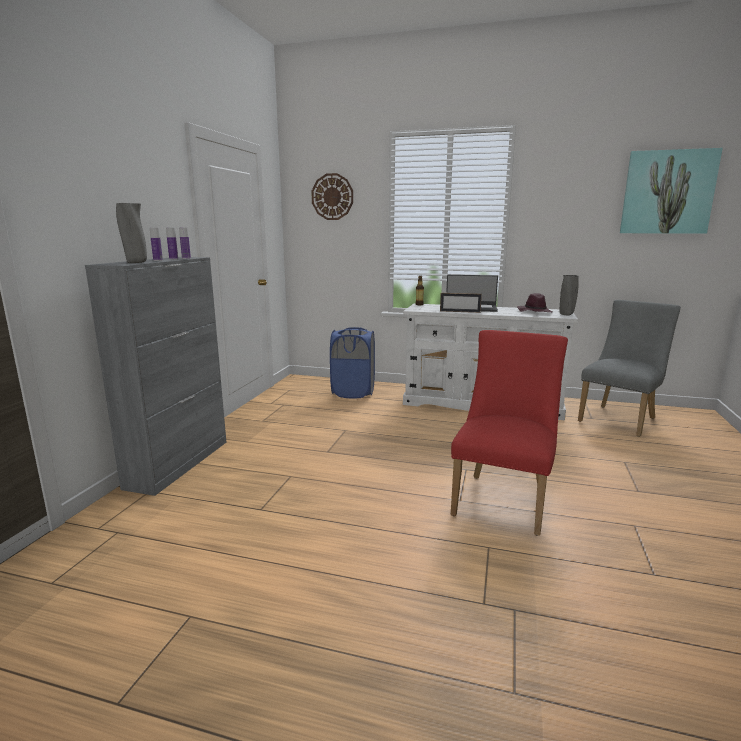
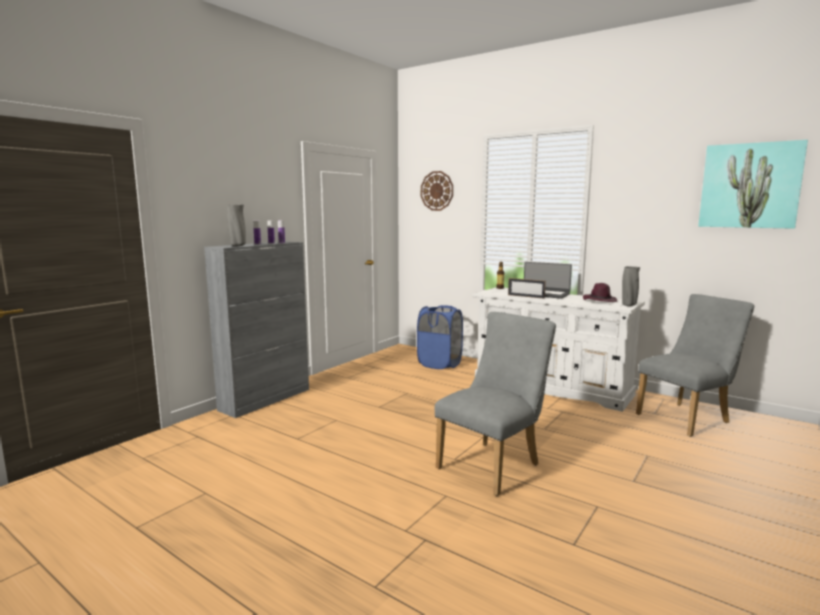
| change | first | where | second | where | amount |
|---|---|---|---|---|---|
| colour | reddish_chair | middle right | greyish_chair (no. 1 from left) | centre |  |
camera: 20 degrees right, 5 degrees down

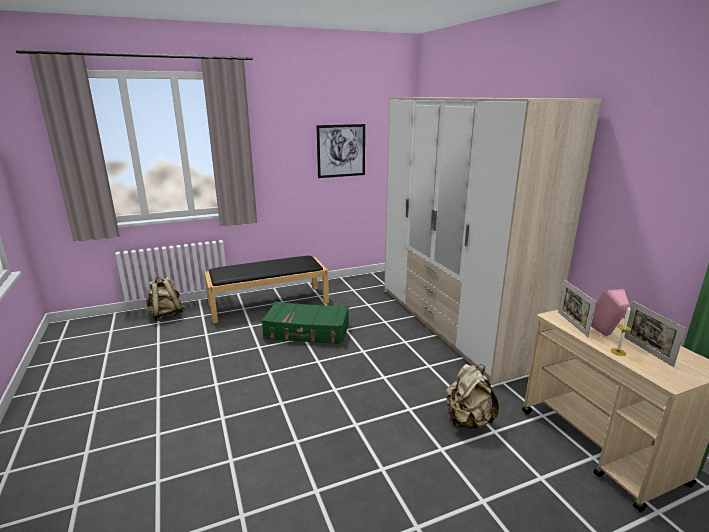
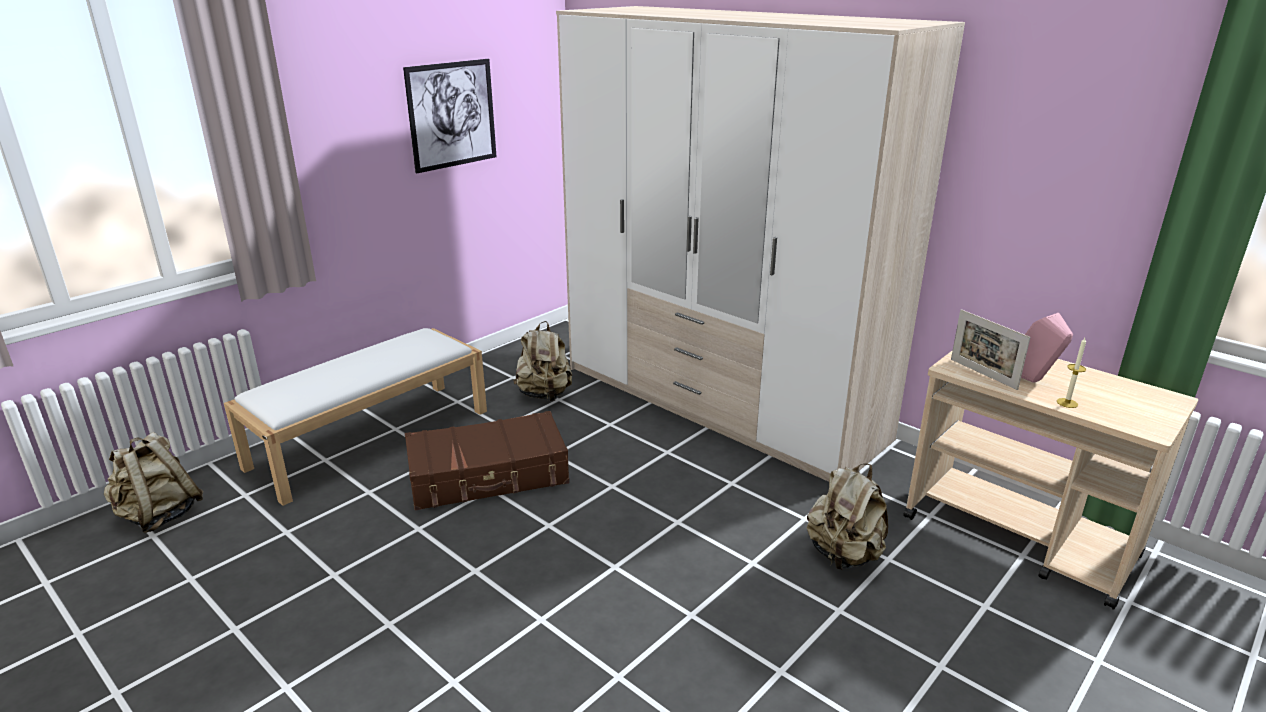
| change | first | where | second | where | amount |
|---|---|---|---|---|---|
| colour | black_bench | centre | whitish_bench | middle left |  |
| colour | greenish_suitcase | centre | brown-coloured_suitcase | centre |  |
| missing | picture_frame (no. 2 from left) | middle right |  |  |  |
| appeared |  |  | beige-coloured_knapsack (no. 2 from left) | centre |  |
camera: 25 degrees left, 5 degrees up

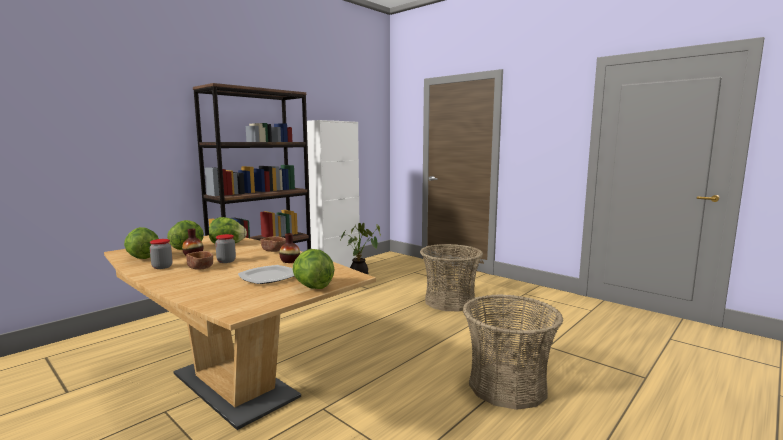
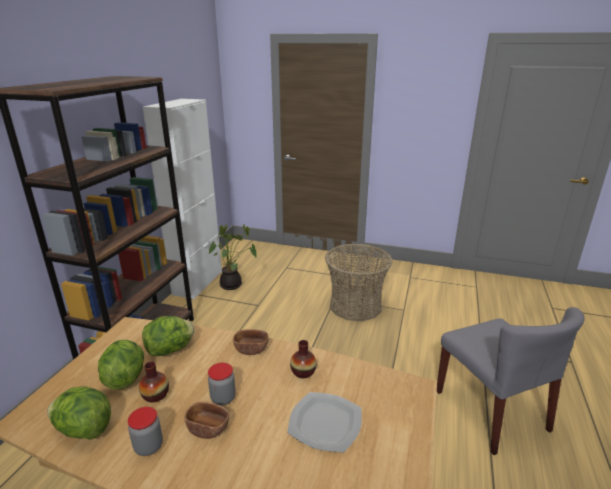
| change | first | where | second | where | amount |
|---|---|---|---|---|---|
| missing | lettuce (no. 4 from left) | centre |  |  |  |
| exchanged | household_basket (no. 2 from left) | bottom centre | greyish_chair | bottom right |  |
camera: 25 degrees left, 15 degrees up

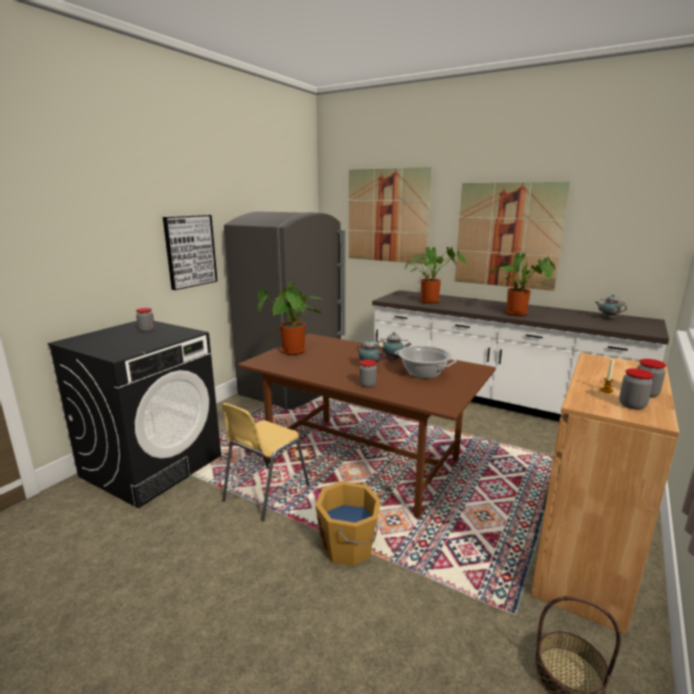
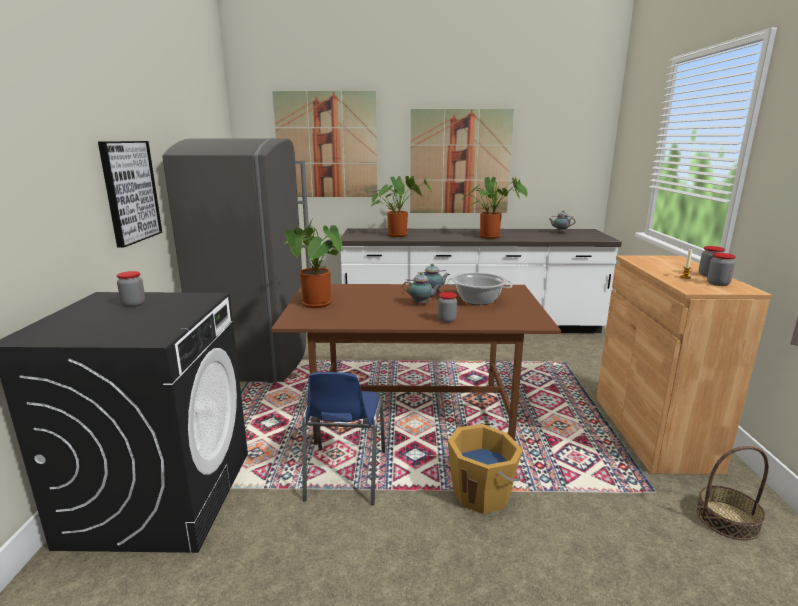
| change | first | where | second | where | amount |
|---|---|---|---|---|---|
| colour | yellow_chair | centre | blue_chair | bottom centre |  |
camera: 30 degrees left, 0 degrees up

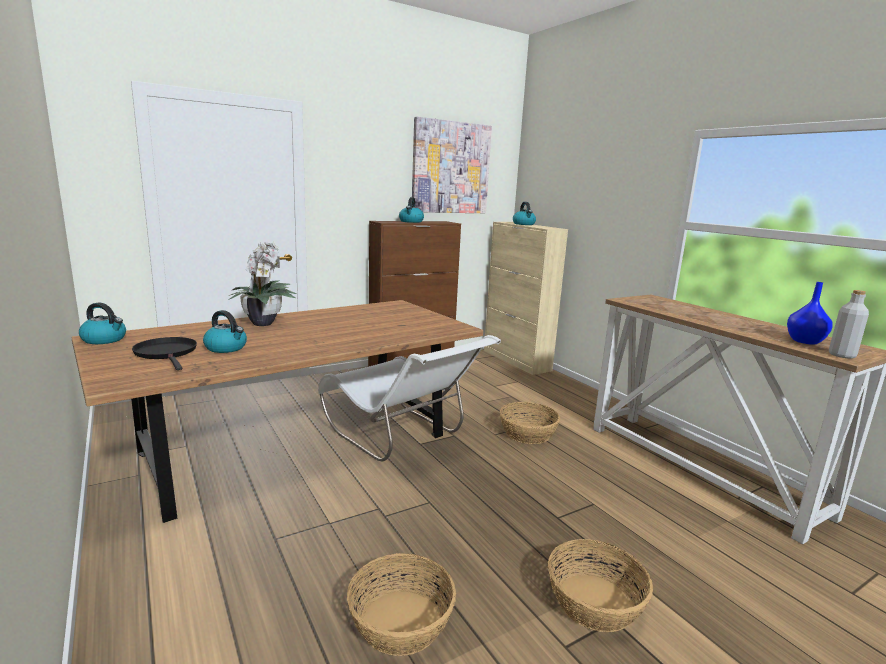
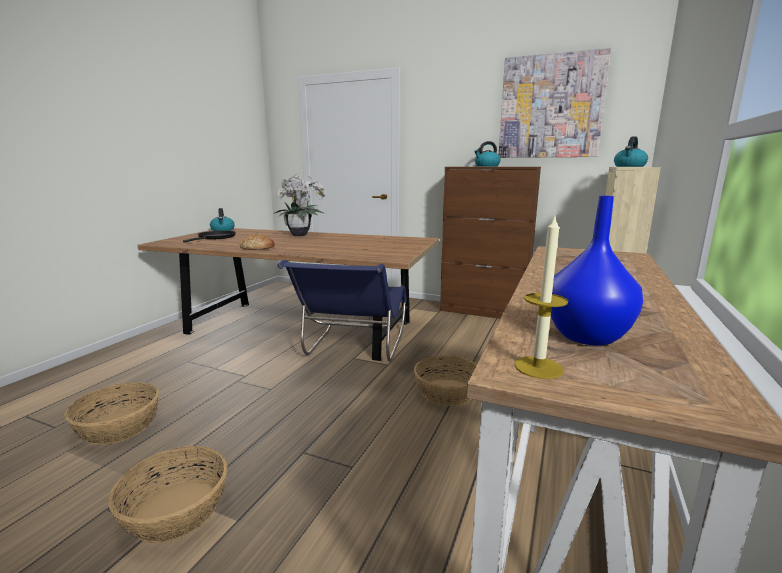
| change | first | where | second | where | amount |
|---|---|---|---|---|---|
| missing | kettle (no. 2 from left) | middle left |  |  |  |
| colour | whitish_chair | centre | blue_chair | centre |  |
| exchanged | greyish_bottle | middle right | wax_candle | middle right |  |
| appeared |  |  | bread | middle left |  |
camera: 55 degrees right, 0 degrees up

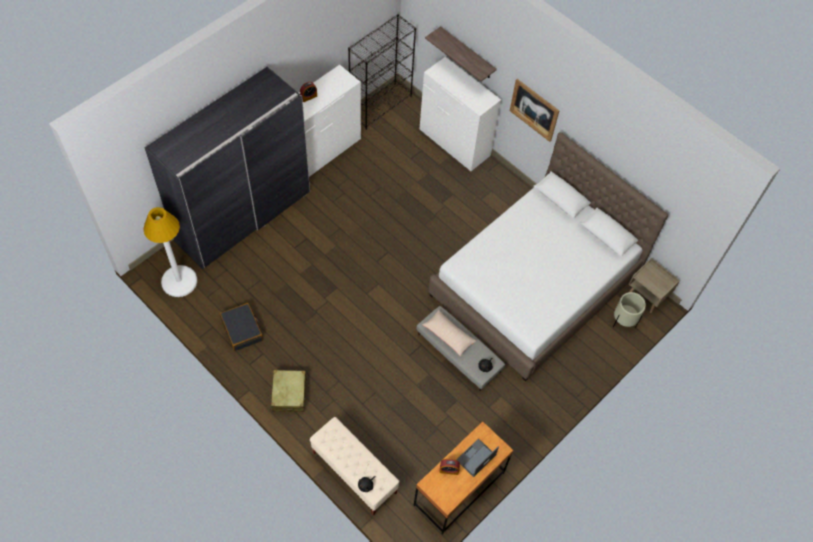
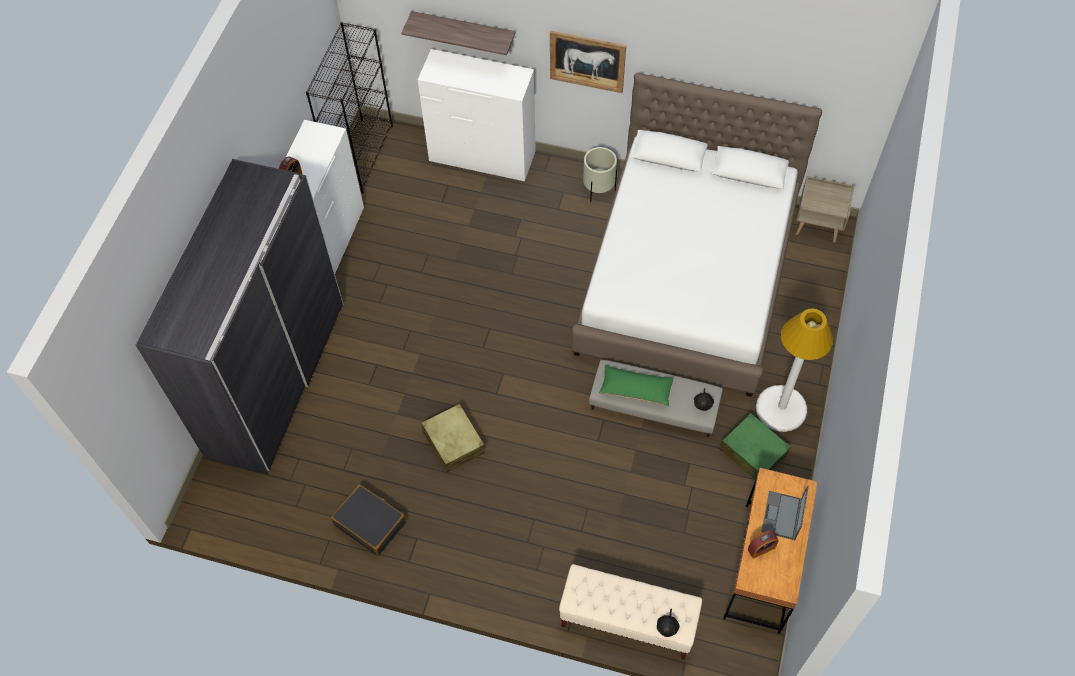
| change | first | where | second | where | amount |
|---|---|---|---|---|---|
| relocated | whitish_floor_lamp | middle left |  | middle right |  |
| relocated | beige-coloured_suitcase | bottom centre |  | centre |  |
| colour | beige-coloured_throw_pillow | centre | greenish_throw_pillow | centre |  |
| relocated | beige-coloured_flower_pot | middle right |  | top centre |  |
| appeared |  |  | greenish_suitcase | middle right |  |
camera: 25 degrees left, 0 degrees up

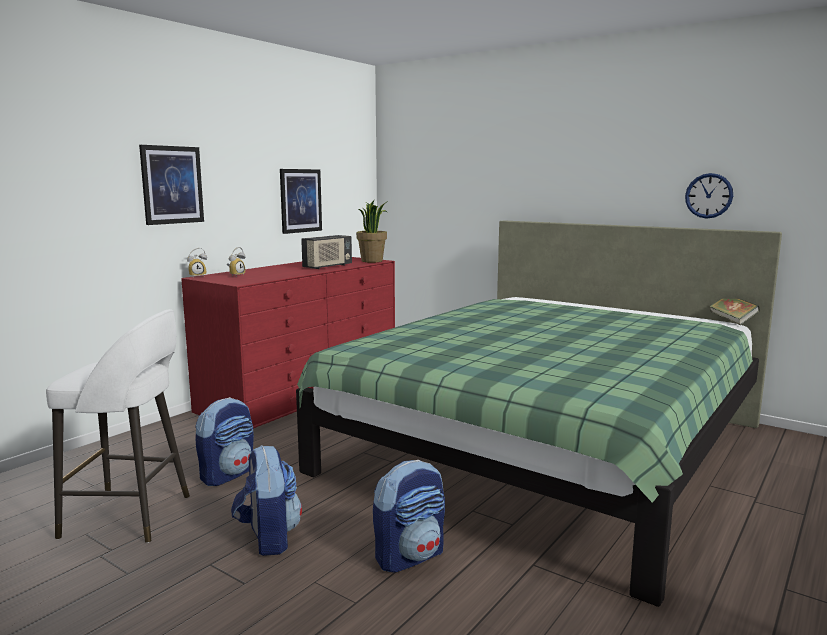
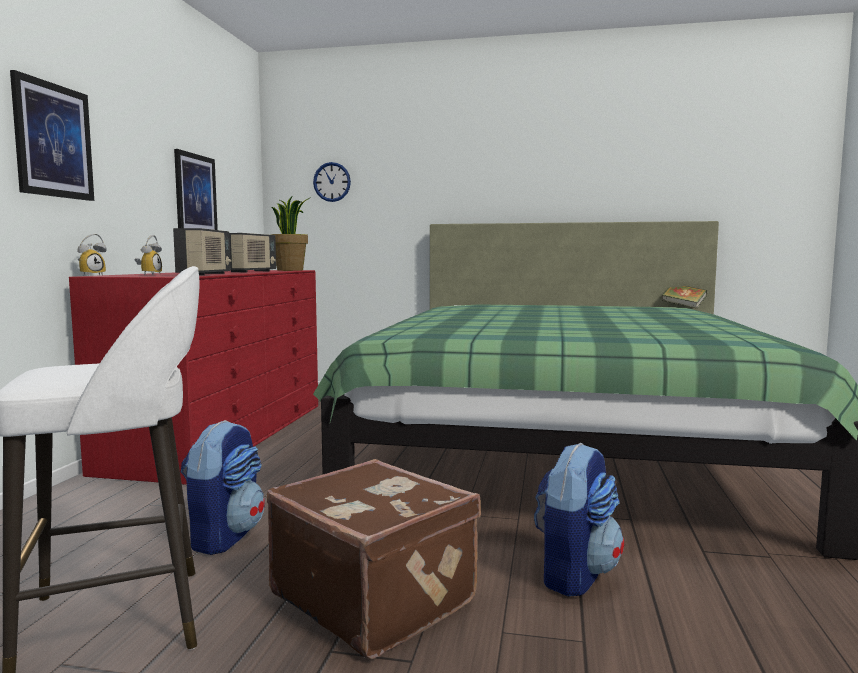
| change | first | where | second | where | amount |
|---|---|---|---|---|---|
| exchanged | knapsack (no. 2 from left) | bottom left | brown-coloured_suitcase | bottom centre |  |
| relocated | wall_clock | top right |  | top centre |  |
| appeared |  |  | radio_receiver (no. 1 from left) | middle left |  |
camera: 25 degrees left, 5 degrees down

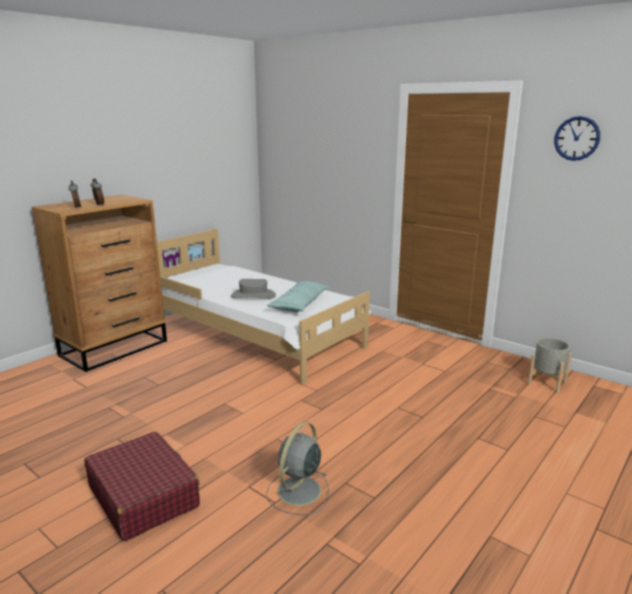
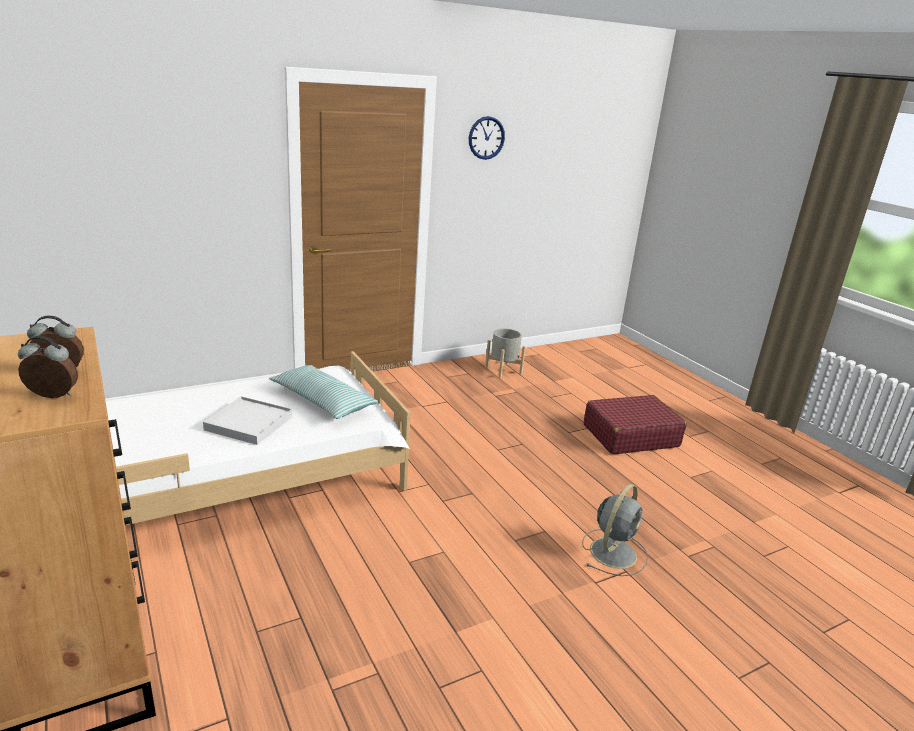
| change | first | where | second | where | amount |
|---|---|---|---|---|---|
| relocated | reddish_suitcase | bottom left |  | middle right |  |
| exchanged | greyish_hat | centre | whitish_tray | middle left |  |
| spun | greyish_electric_fan | bottom centre |  | bottom right | 105 degrees counterclockwise |
camera: 70 degrees left, 5 degrees up

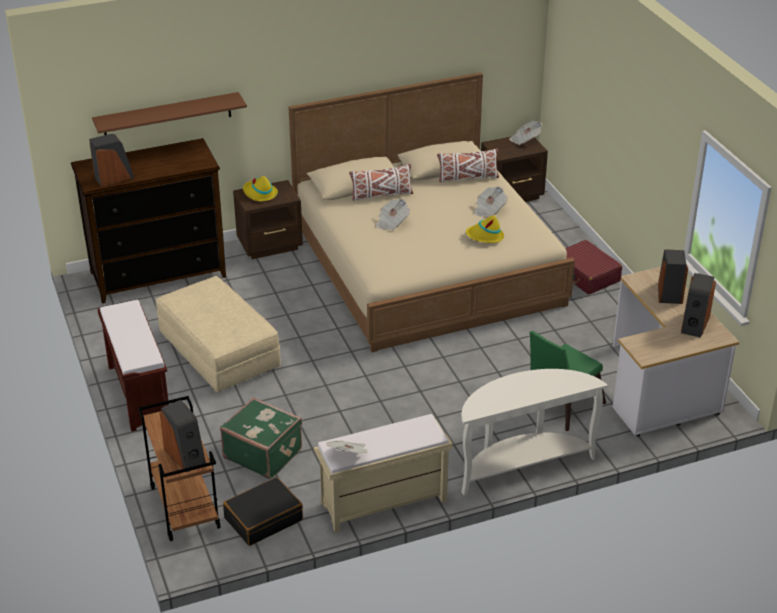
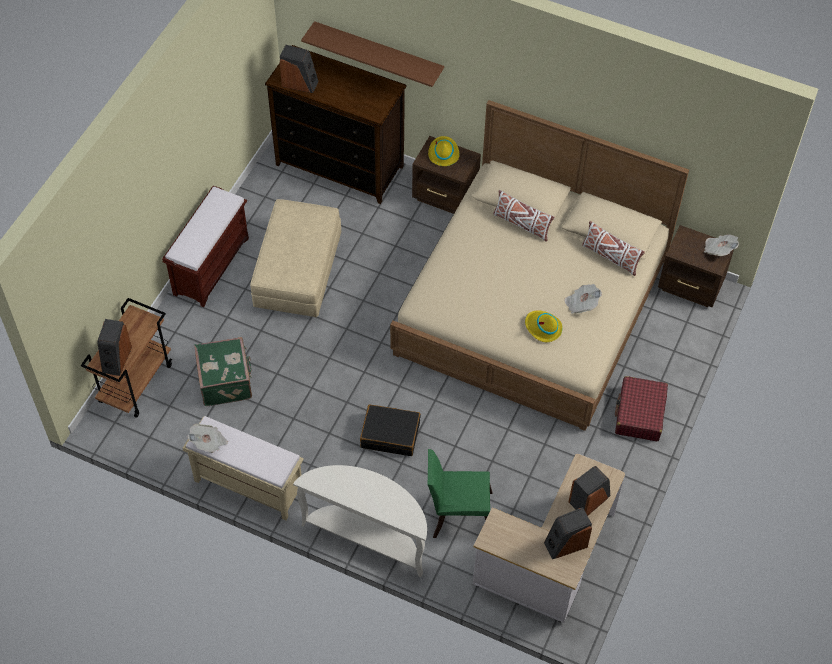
| change | first | where | second | where | amount |
|---|---|---|---|---|---|
| relocated | black_suitcase | bottom centre |  | centre |  |
| missing | printed_paper (no. 2 from left) | centre |  |  |  |
camera: 45 degrees right, 20 degrees up

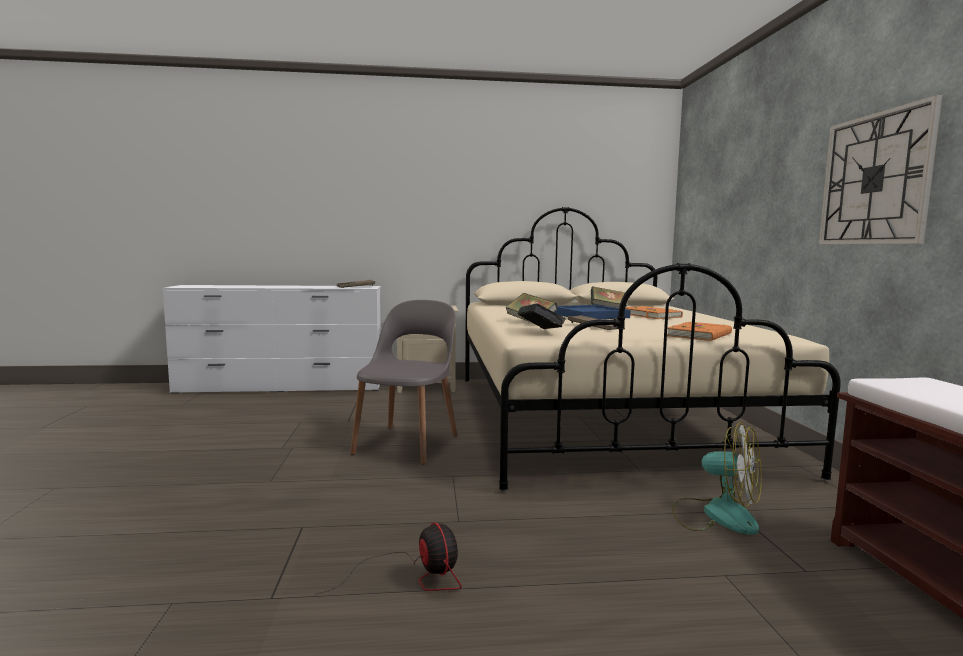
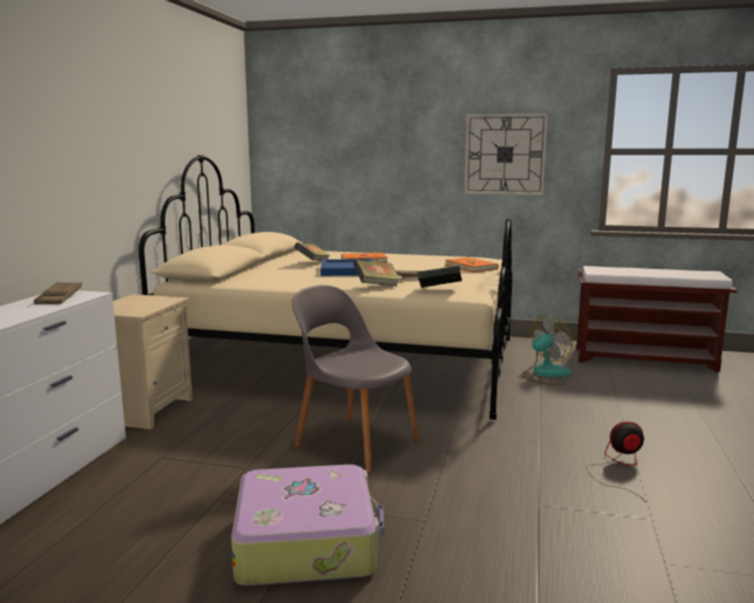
| change | first | where | second | where | amount |
|---|---|---|---|---|---|
| appeared |  |  | suitcase | bottom centre |  |
camera: 70 degrees left, 5 degrees up

